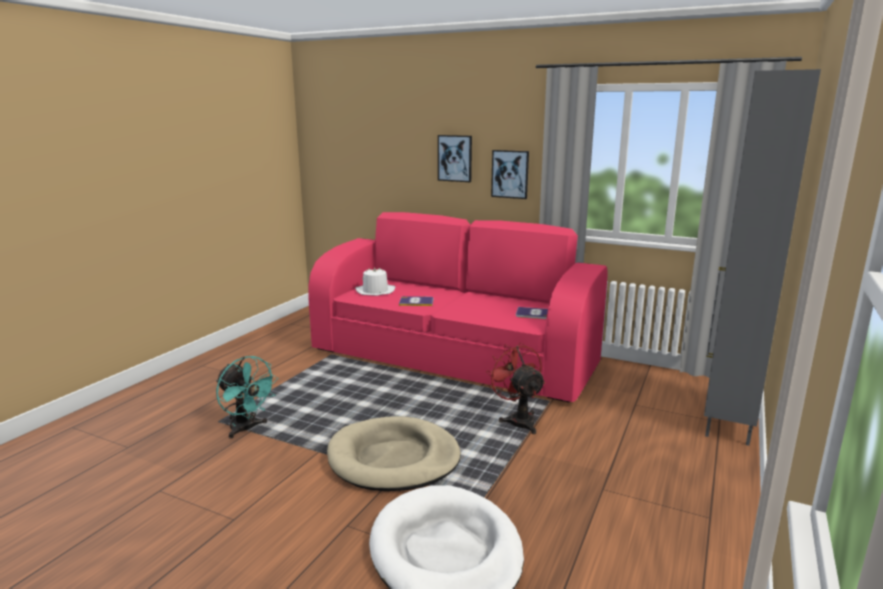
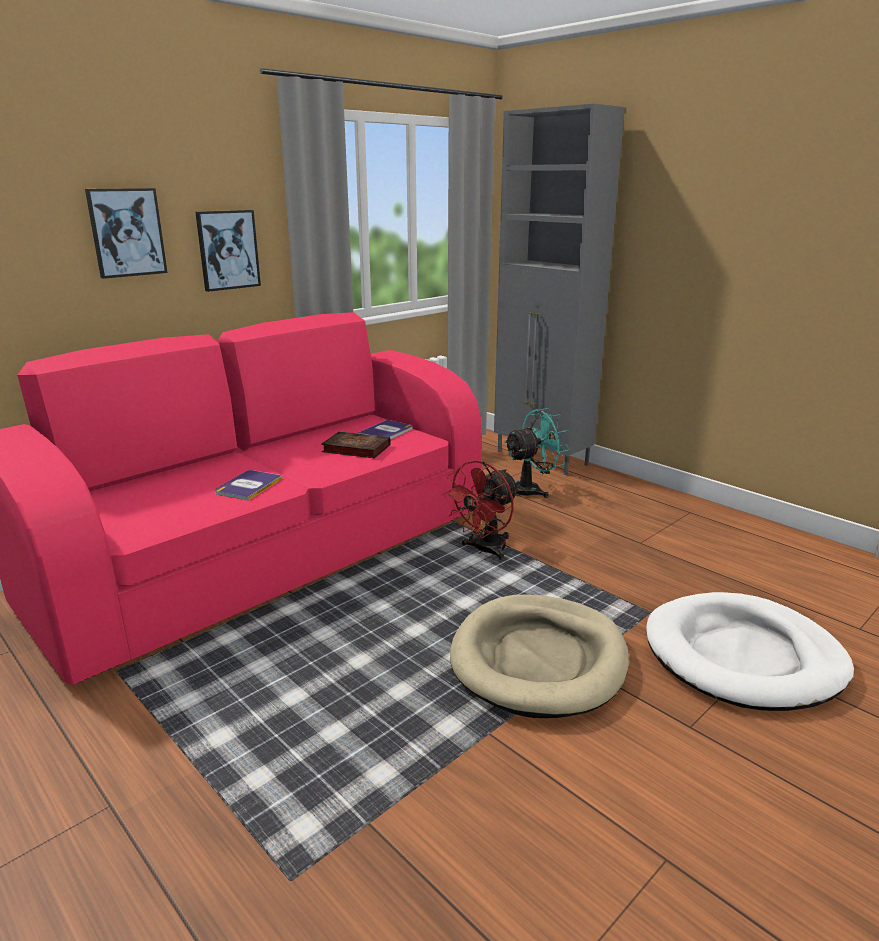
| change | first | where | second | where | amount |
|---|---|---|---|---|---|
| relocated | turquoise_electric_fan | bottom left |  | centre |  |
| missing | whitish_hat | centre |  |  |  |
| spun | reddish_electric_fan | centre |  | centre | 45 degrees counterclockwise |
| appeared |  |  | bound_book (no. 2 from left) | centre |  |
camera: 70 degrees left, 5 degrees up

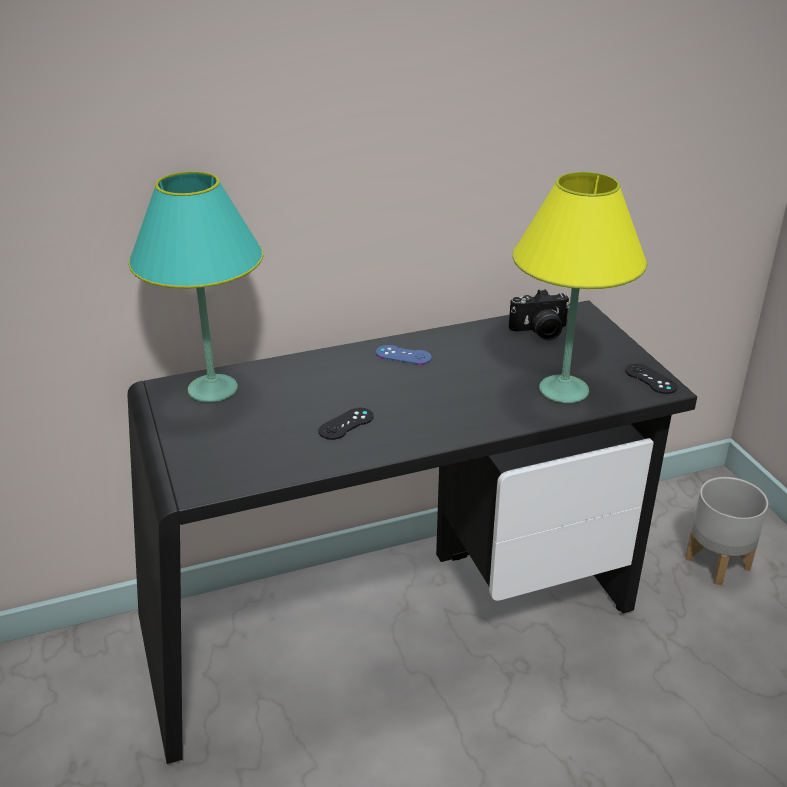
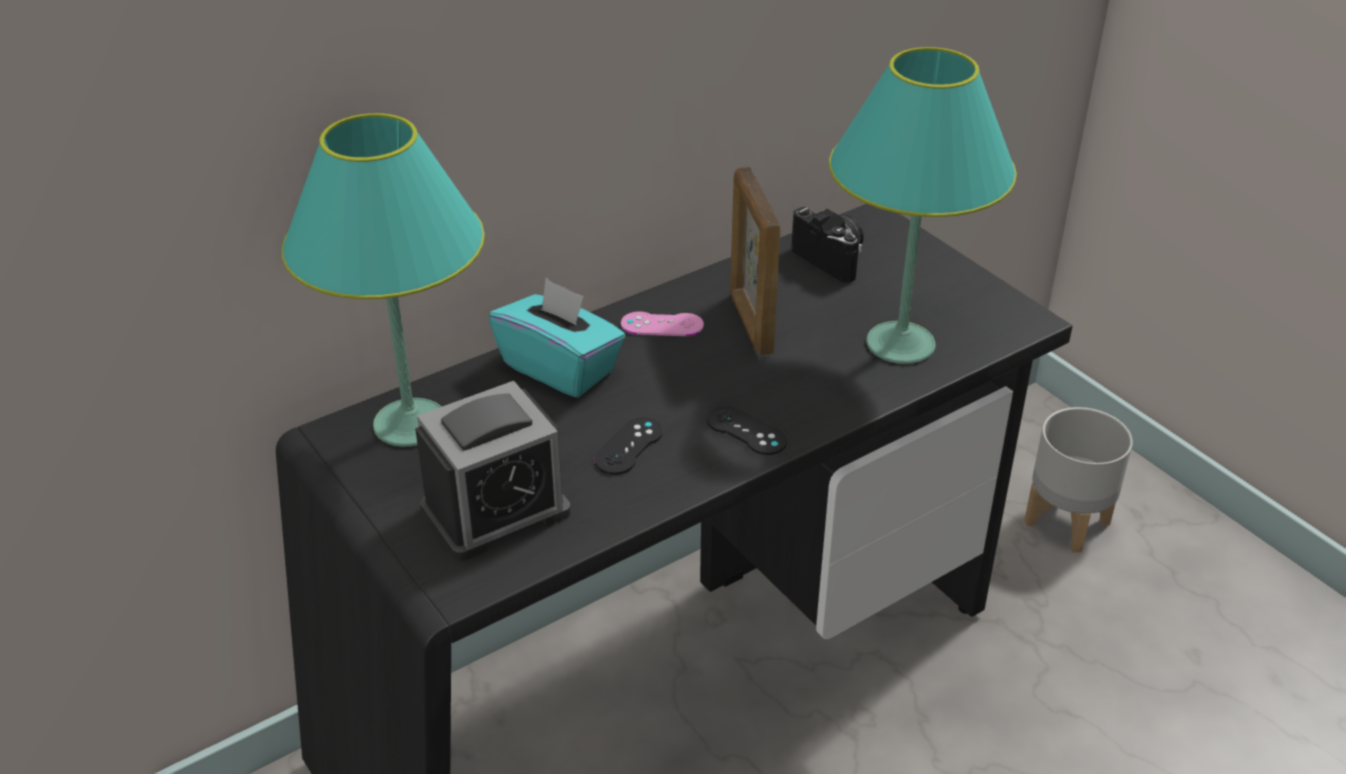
| change | first | where | second | where | amount |
|---|---|---|---|---|---|
| colour | blue_joypad | centre | pinkish_joypad | centre |  |
| spun | photo_camera | middle right |  | top centre | 105 degrees counterclockwise |
| colour | yellow_lamp_for_a_table | middle right | turquoise_lamp_for_a_table (no. 2 from left) | top right |  |
| relocated | black_joypad (no. 2 from left) | middle right |  | centre |  |
| appeared |  |  | table_clock | centre |  |
| appeared |  |  | turquoise_box_of_tissues | centre |  |
| appeared |  |  | picture_frame | centre |  |
camera: 15 degrees left, 5 degrees up

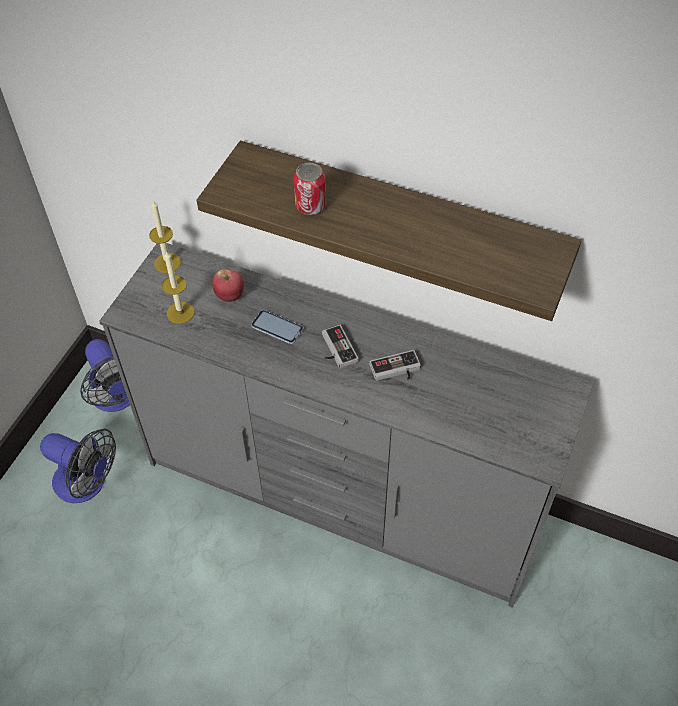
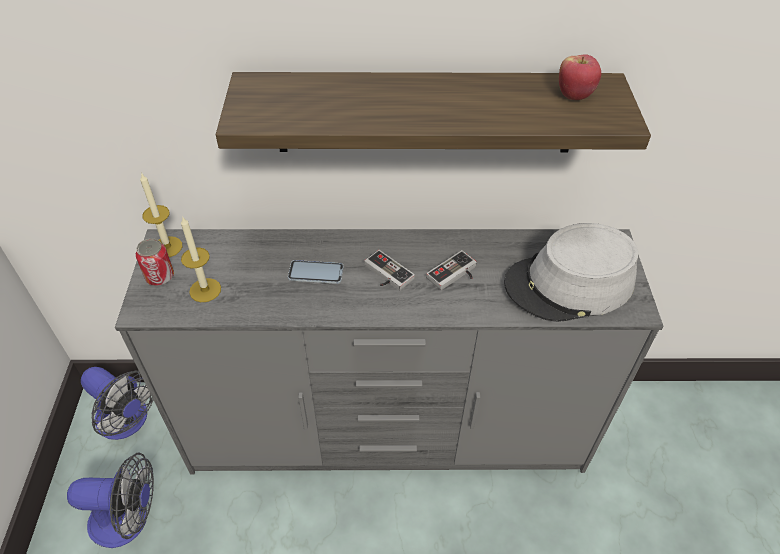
| change | first | where | second | where | amount |
|---|---|---|---|---|---|
| relocated | apple_fruit | centre |  | top right |  |
| relocated | sealed_can | top centre |  | middle left |  |
| appeared |  |  | greyish_hat | middle right |  |
camera: 25 degrees left, 5 degrees down

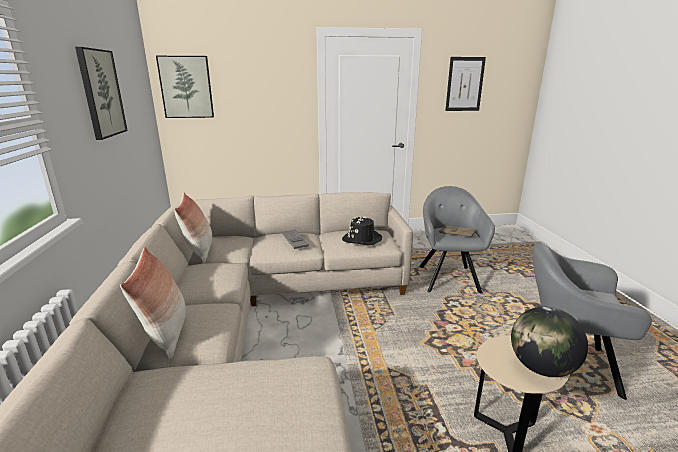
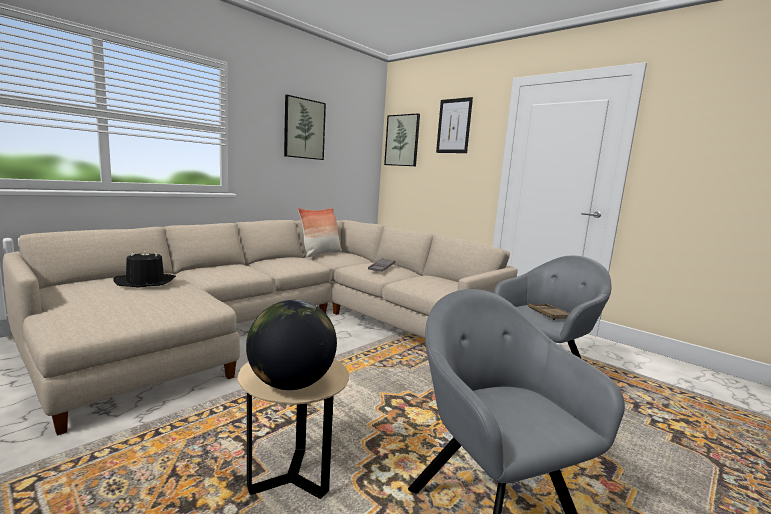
| change | first | where | second | where | amount |
|---|---|---|---|---|---|
| missing | throw_pillow (no. 1 from left) | bottom left |  |  |  |
| relocated | black_hat | centre |  | middle left |  |
| relocated | wall_picture (no. 3 from left) | top right |  | top centre |  |
camera: 50 degrees right, 10 degrees down

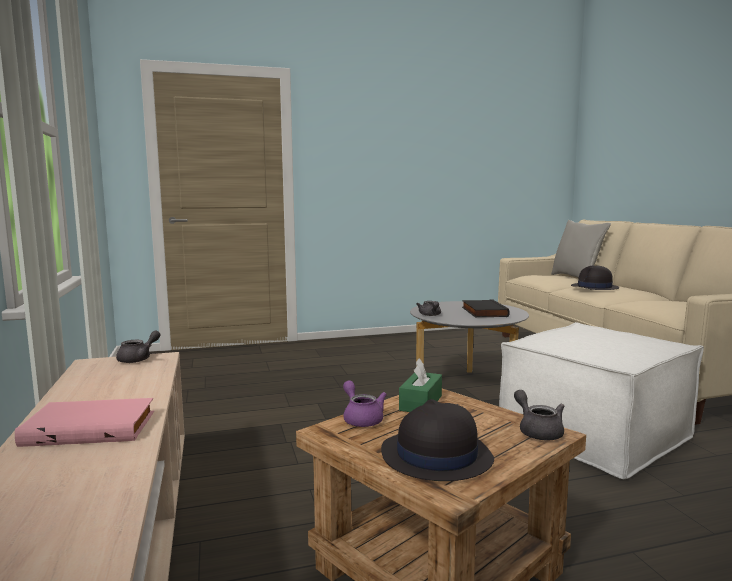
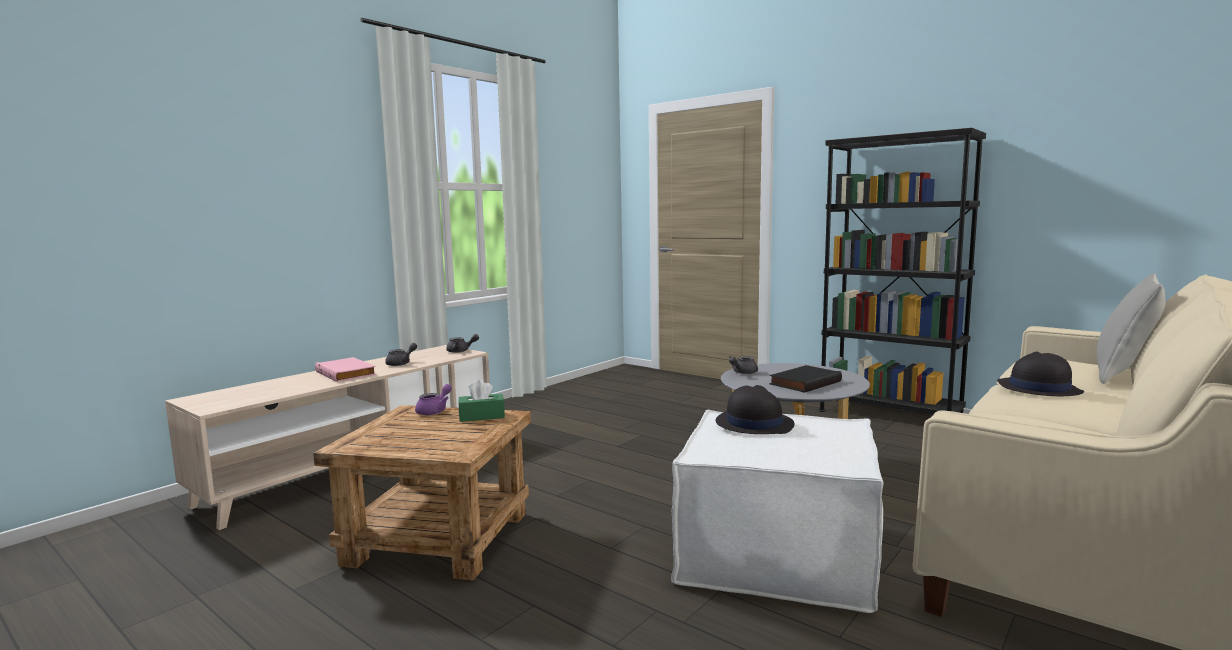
| change | first | where | second | where | amount |
|---|---|---|---|---|---|
| relocated | black_hat (no. 1 from left) | bottom centre |  | centre |  |
| relocated | greyish_teapot (no. 3 from left in the first image) | bottom right | greyish_teapot (no. 1 from left) | middle left |  |
| appeared |  |  | black_shelving_unit | middle right |  |
camera: 55 degrees right, 0 degrees up

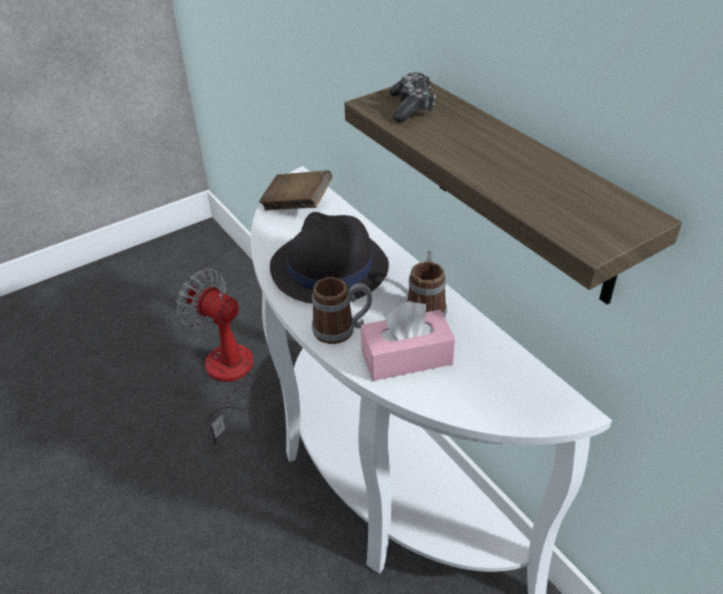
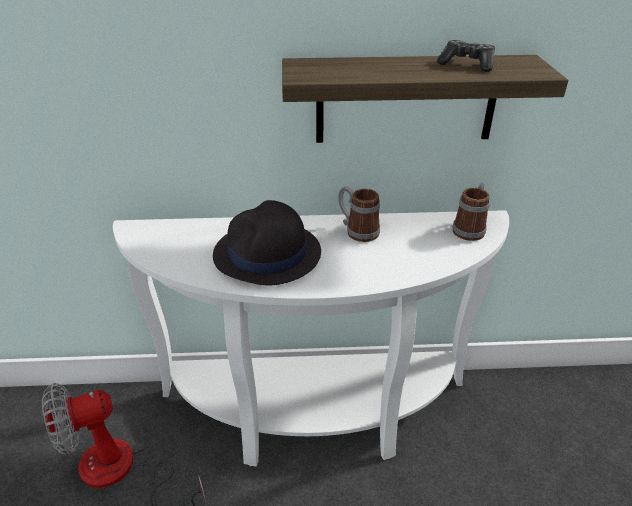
| change | first | where | second | where | amount |
|---|---|---|---|---|---|
| missing | brown-coloured_bound_book | top centre |  |  |  |
| relocated | mug (no. 1 from left in the first image) | centre | mug (no. 2 from left) | middle right |  |
| missing | pinkish_box_of_tissues | centre |  |  |  |
| relocated | joypad | top centre |  | top right |  |
camera: 60 degrees left, 5 degrees down

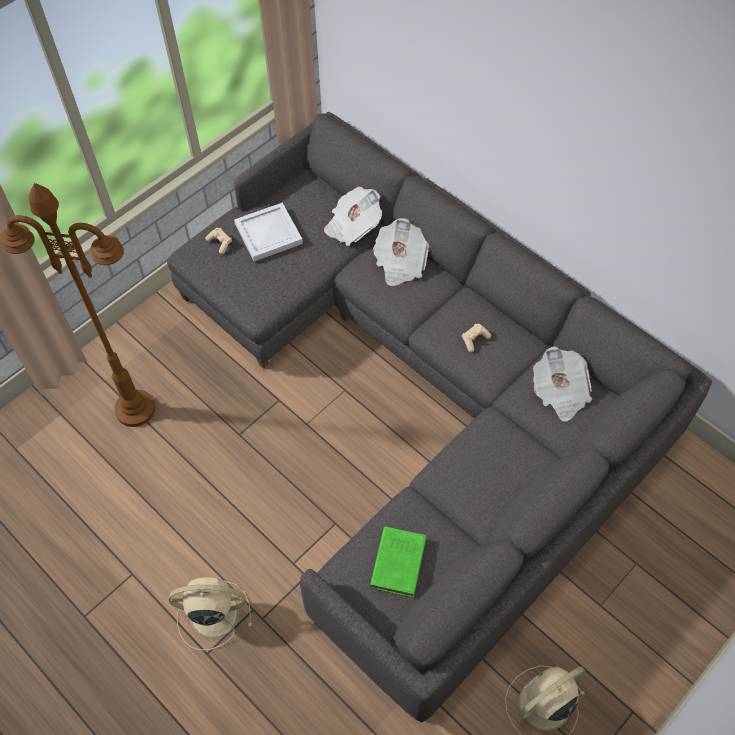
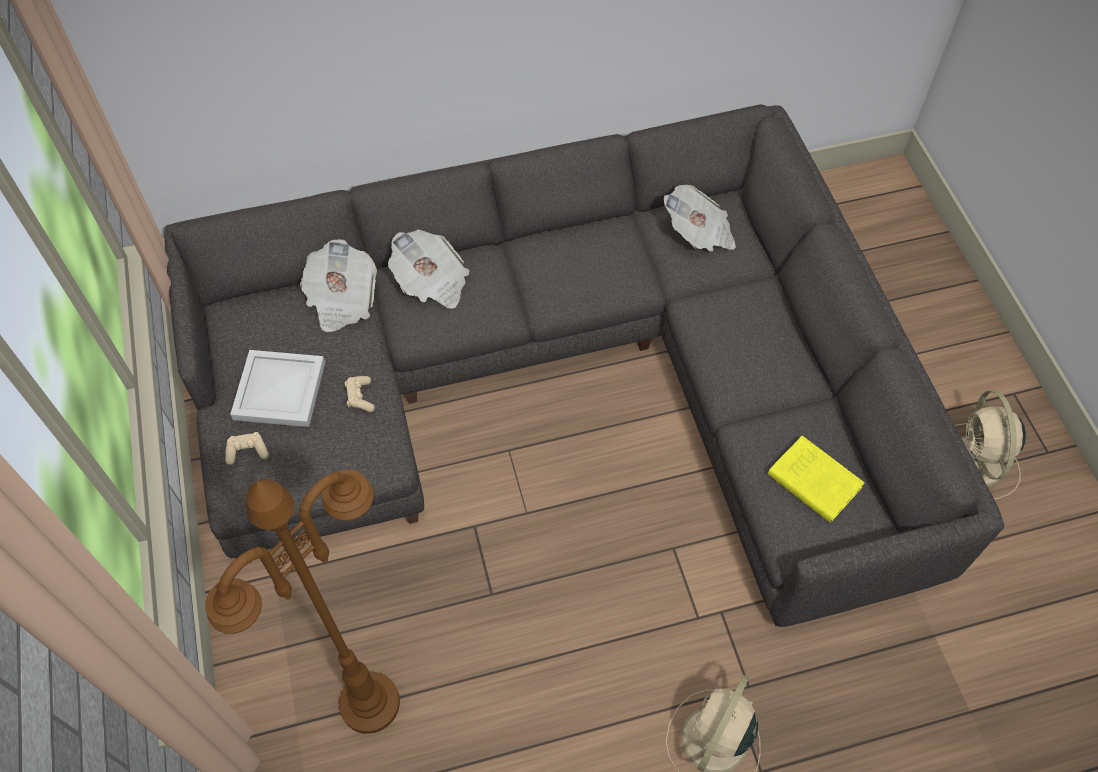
| change | first | where | second | where | amount |
|---|---|---|---|---|---|
| colour | greenish_bound_book | bottom centre | yellow_bound_book | middle right |  |
| relocated | beige-coloured_joypad (no. 2 from left) | centre |  | middle left |  |
camera: 60 degrees left, 0 degrees up

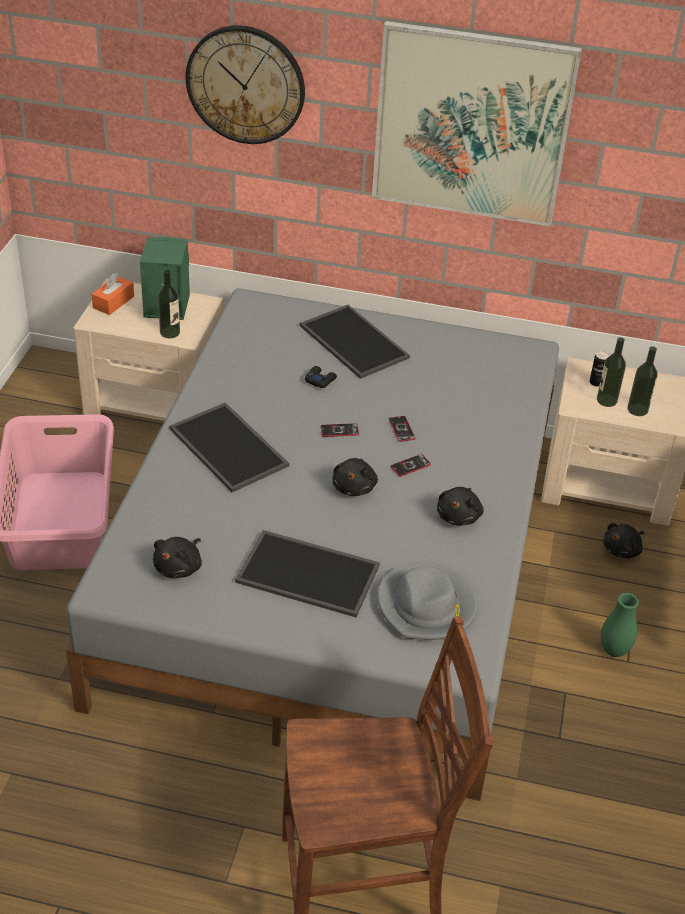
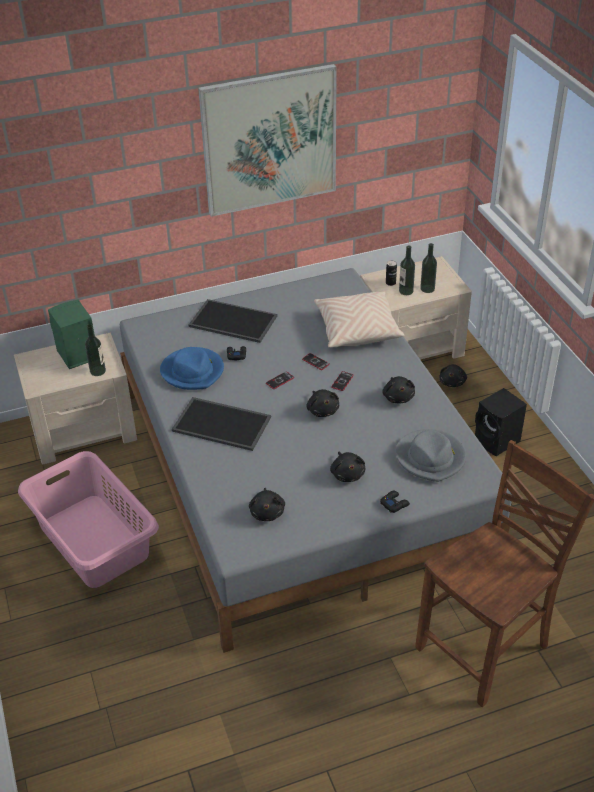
| change | first | where | second | where | amount |
|---|---|---|---|---|---|
| missing | orange-coloured_box_of_tissues | top left |  |  |  |
| missing | wall_clock | top centre |  |  |  |
| exchanged | tray (no. 2 from left) | centre | black_cuddly_toy (no. 3 from left) | centre |  |
| exchanged | greenish_vase | bottom right | black_loudspeaker | middle right |  |
| appeared |  |  | blue_hat | middle left |  |
| appeared |  |  | beige-coloured_throw_pillow | centre |  |
| appeared |  |  | black_joypad (no. 2 from left) | centre |  |
camera: 30 degrees left, 0 degrees up

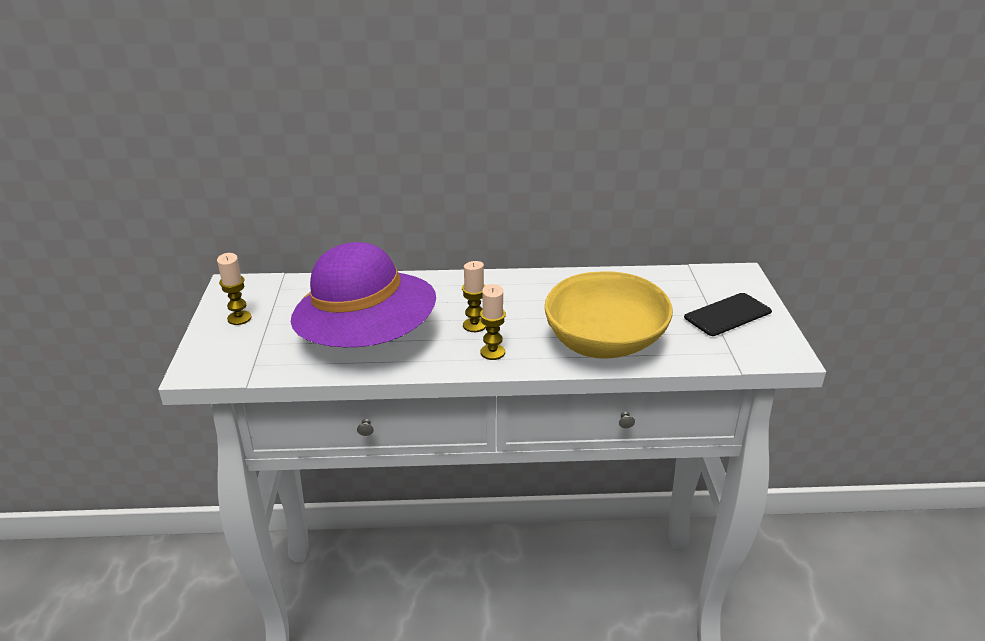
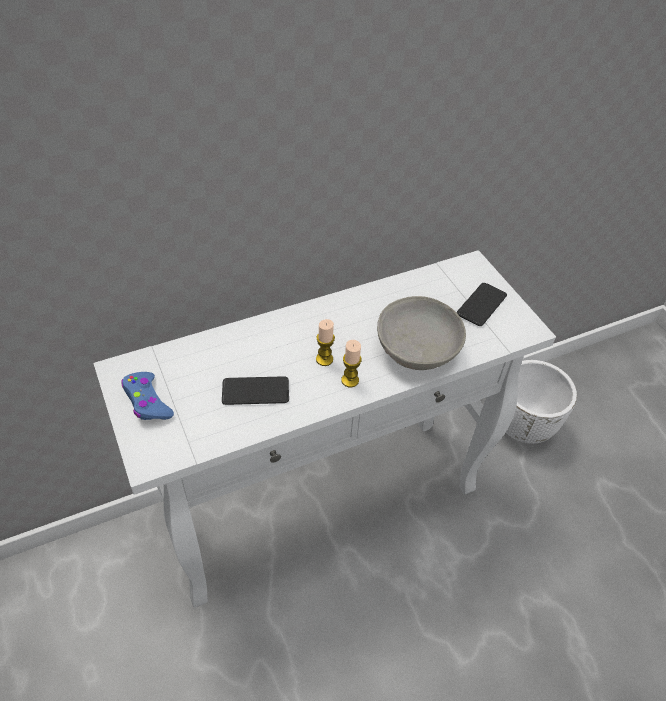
| change | first | where | second | where | amount |
|---|---|---|---|---|---|
| exchanged | wax_candle (no. 1 from left) | middle left | blue_joypad | middle left |  |
| exchanged | purple-coloured_hat | centre | phone (no. 1 from left) | centre |  |
| colour | yellow_deep_dish | centre | greyish_deep_dish | centre |  |
| appeared |  |  | whitish_flower_pot | middle right |  |
camera: 25 degrees left, 15 degrees up

